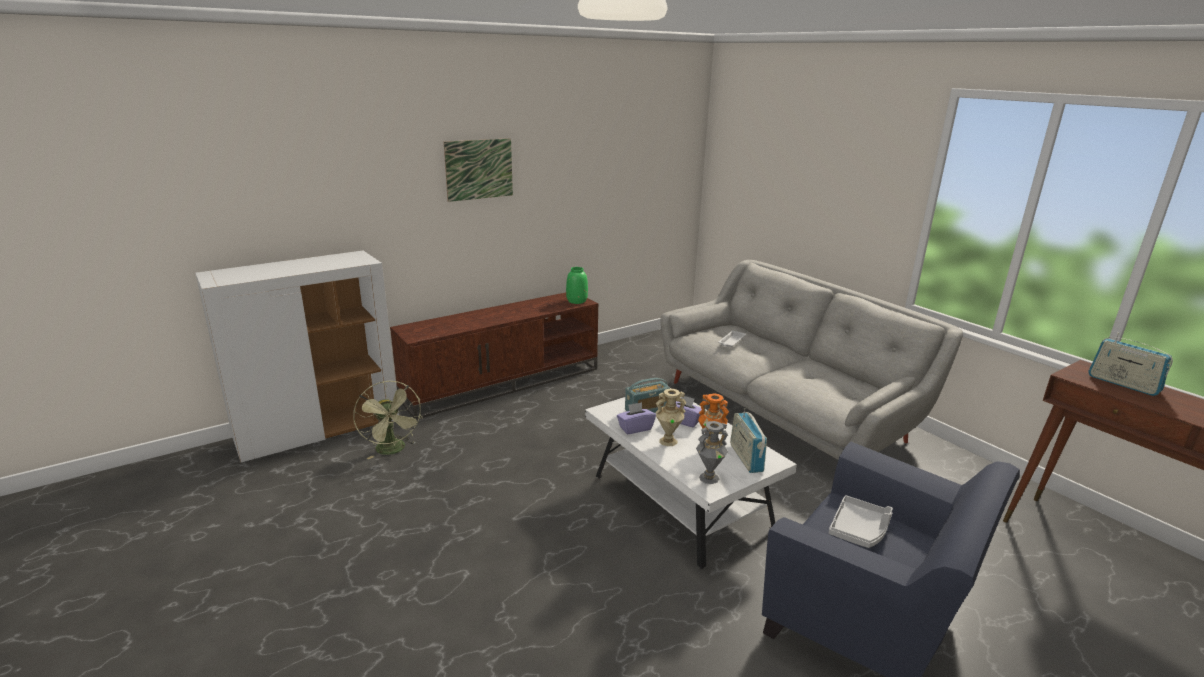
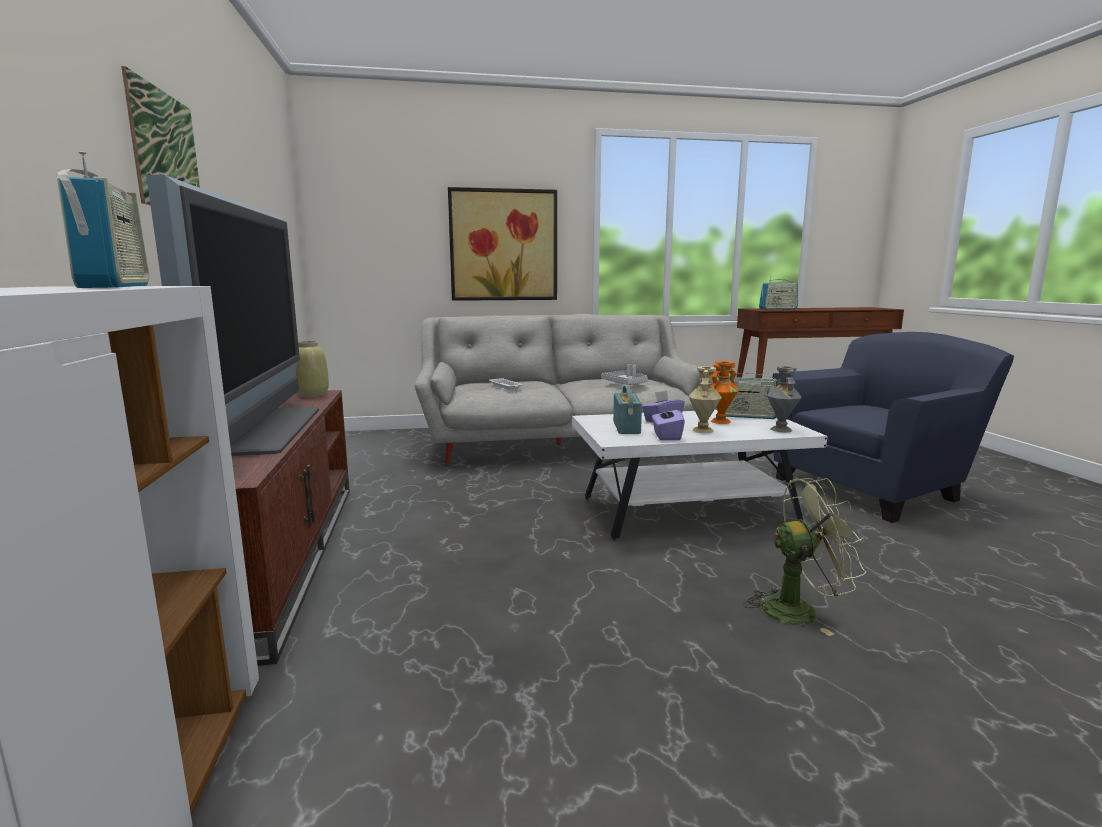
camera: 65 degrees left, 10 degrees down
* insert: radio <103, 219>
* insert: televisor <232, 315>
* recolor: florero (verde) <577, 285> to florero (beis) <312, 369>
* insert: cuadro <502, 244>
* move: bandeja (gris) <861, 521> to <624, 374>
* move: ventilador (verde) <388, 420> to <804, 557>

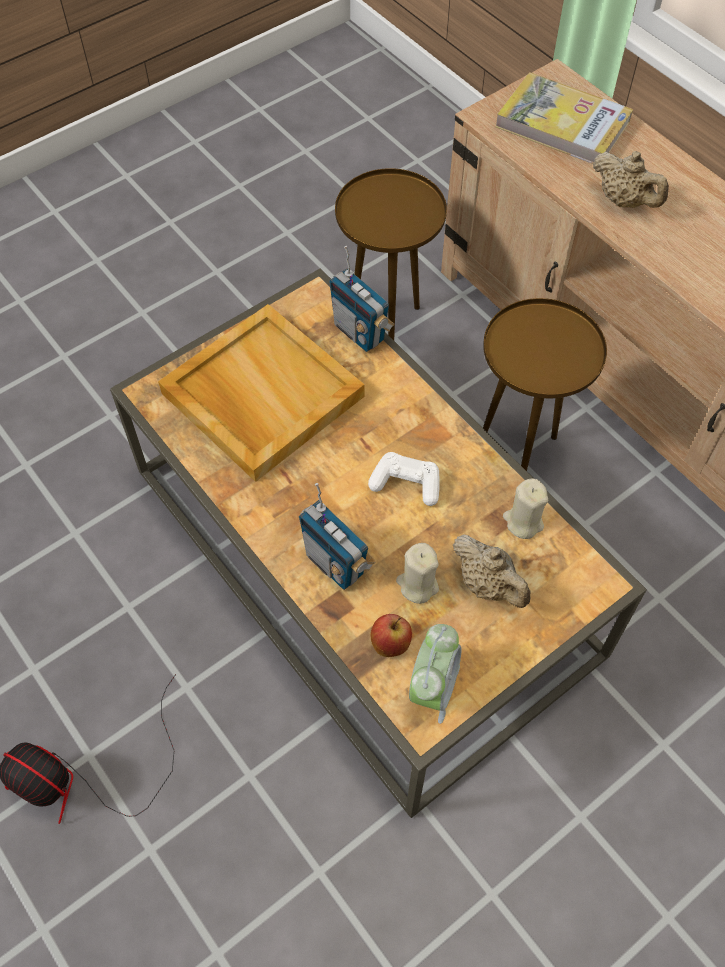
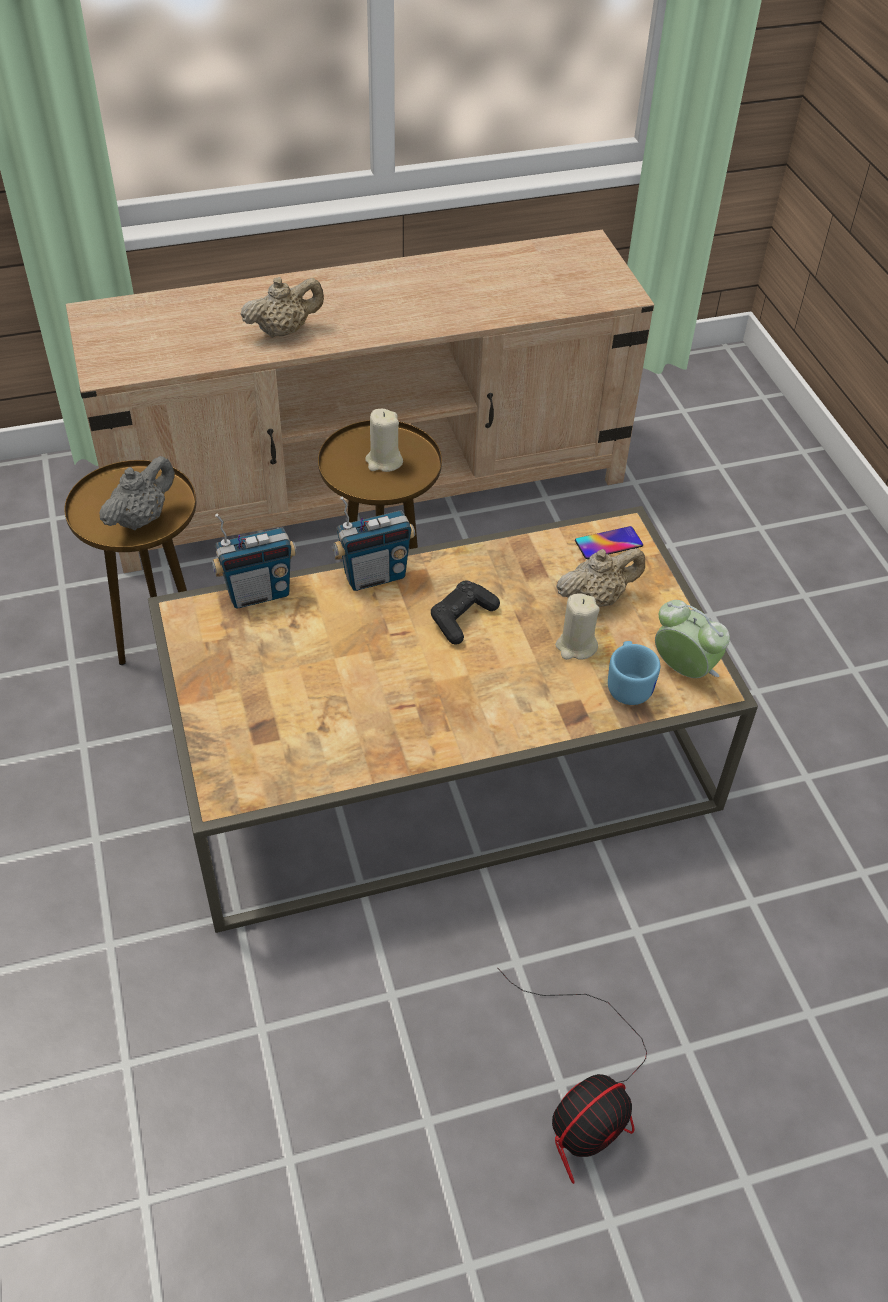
camera: 70 degrees left, 10 degrees down
* insert: tetera (gris) <137, 493>
* move: radio <337, 536> to <374, 544>
* move: vela (beis) <525, 508> to <384, 440>
* recolor: mando de consola (blanco) <404, 479> to mando de consola (negro) <465, 612>
* insert: móvil <609, 542>
* replace: manzana <391, 635> to taza grande (azul) <634, 673>
* delete: bandeja (beis) <261, 393>
* delete: libro <564, 118>

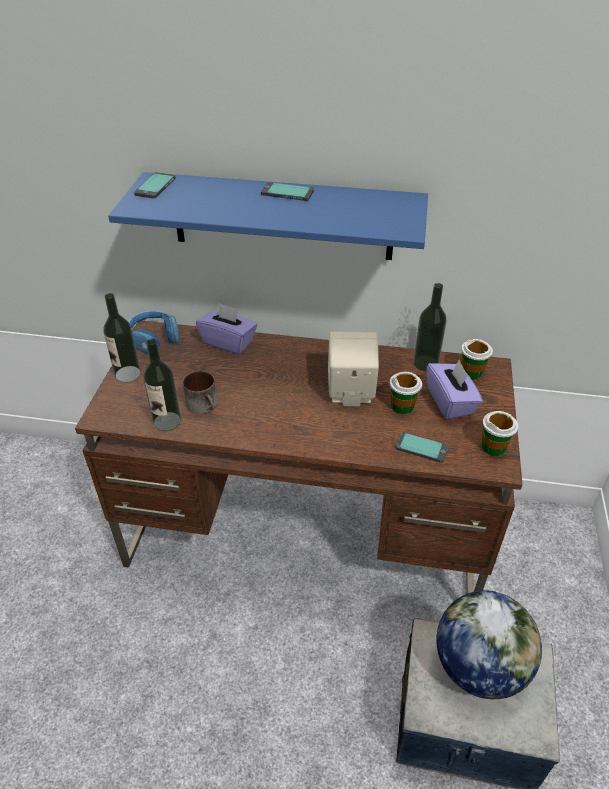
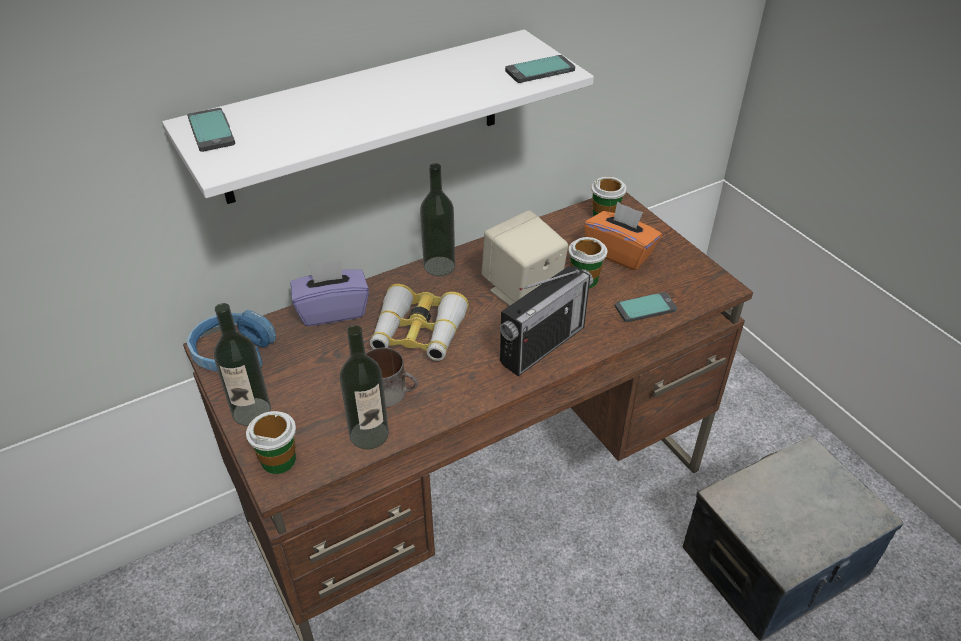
camera: 40 degrees left, 0 degrees up
* recolor: estante (azul) <268, 216> to estante (blanco) <378, 117>
* move: taza <499, 433> to <271, 442>
* insert: prismáticos <419, 322>
* move: botella <430, 327> to <437, 219>
* insert: radio <546, 321>
* move: móvil <287, 191> to <540, 69>
* recolor: caja de pañuelos (morado) <455, 390> to caja de pañuelos (naranja) <623, 235>
* delete: globo terráqueo <489, 644>

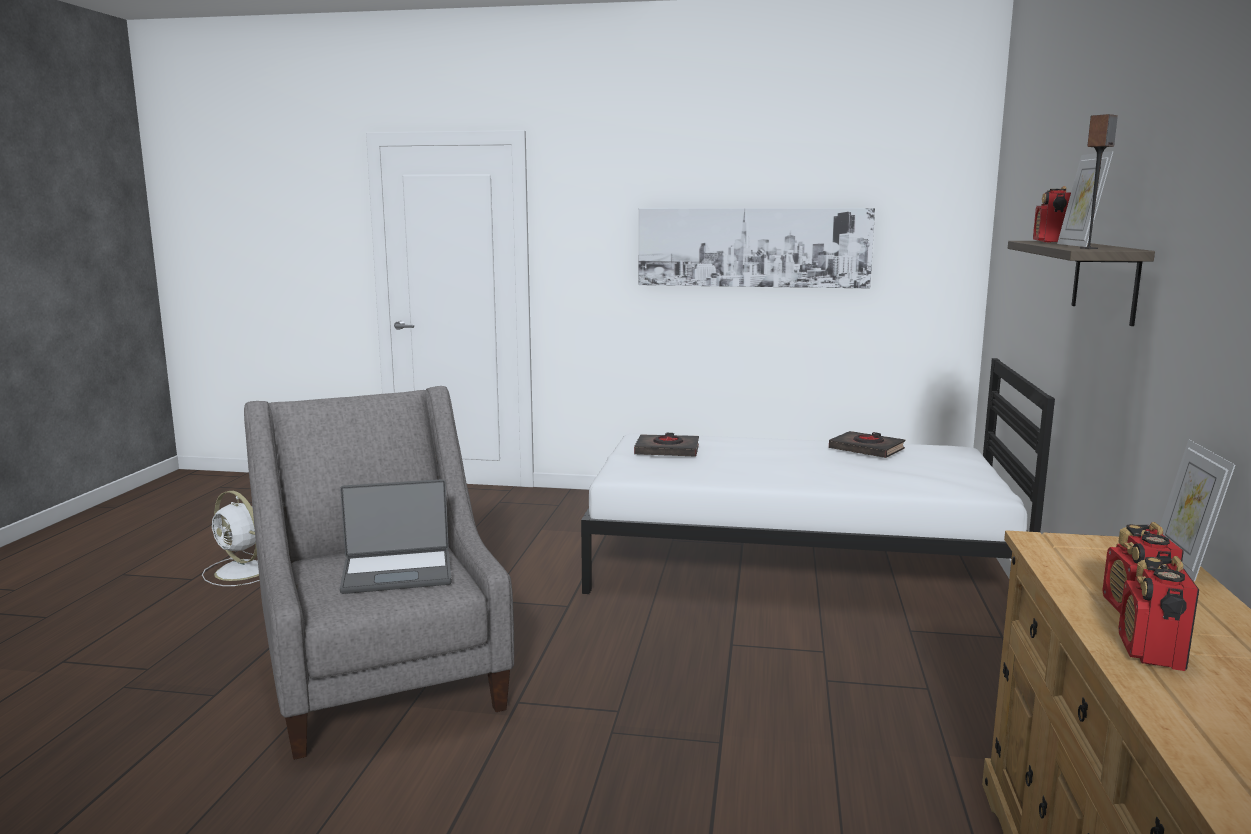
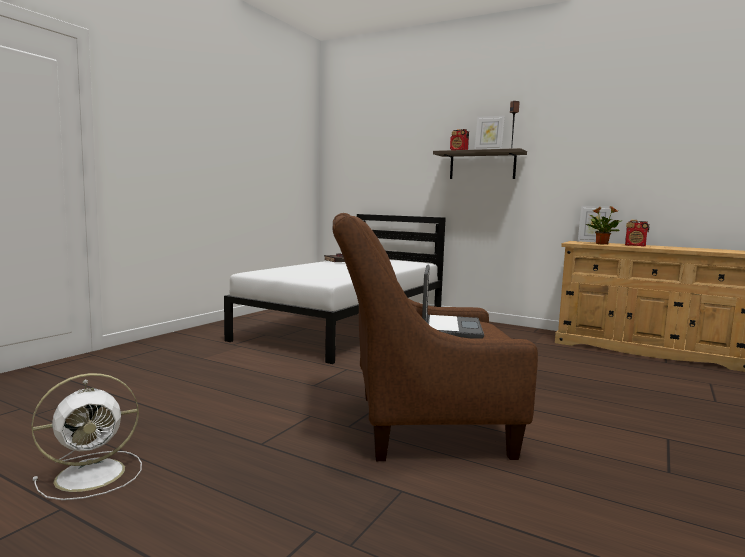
camera: 70 degrees left, 5 degrees down
* recolor: sillón (gris) <379, 573> to sillón (marrón) <435, 337>
* insert: planta en maceta <603, 225>
* delete: libro (negro) <666, 445>
* delete: cuadro <757, 248>
* delete: radio <1159, 613>

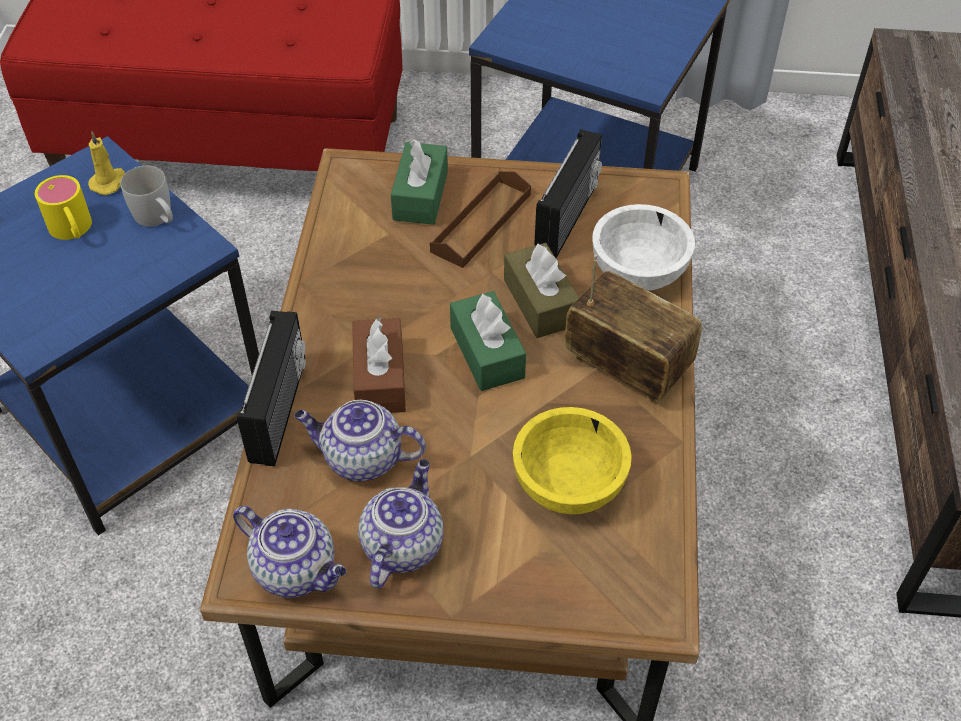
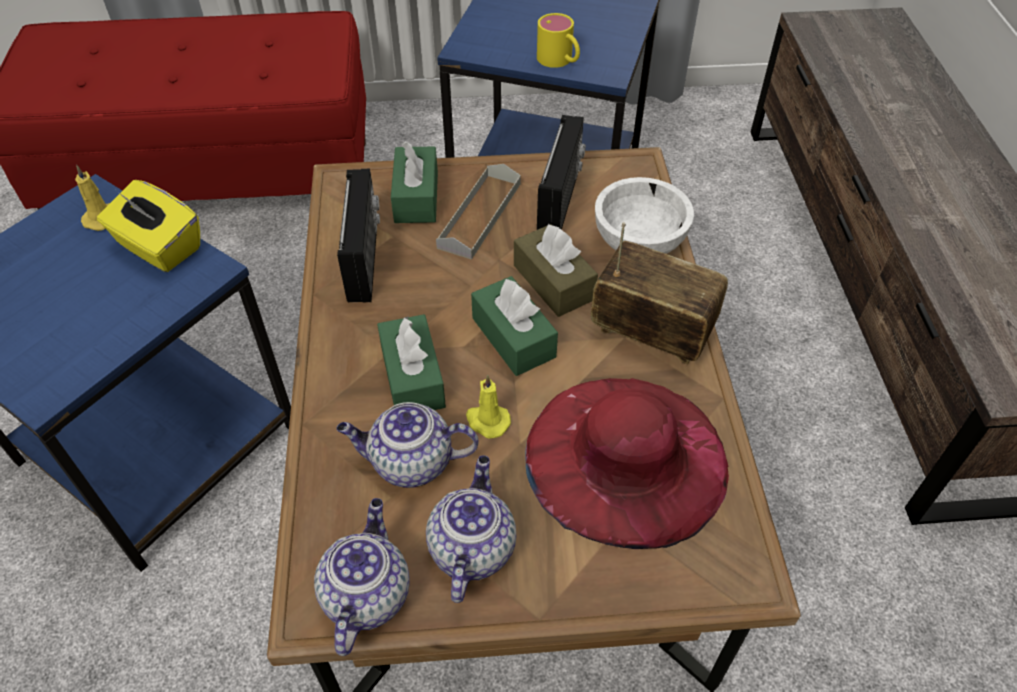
camera: 10 degrees left, 0 degrees up
* replace: taza grande (blanco) <146, 196> to caja de pañuelos (amarillo) <148, 226>
* rotate: tetera <290, 552> = <362, 577> 105 degrees counterclockwise
* move: radio <271, 388> to <358, 235>
* recolor: caja de pañuelos (marrón) <379, 365> to caja de pañuelos (verde) <411, 362>
* recolor: bandeja (marrón) <480, 219> to bandeja (gris) <478, 212>
* insert: vela (amarillo) <488, 406>
* replace: cuenco (amarillo) <572, 460> to sombrero (rojo) <627, 463>
* move: taza grande (amarillo) <63, 207> to <558, 40>

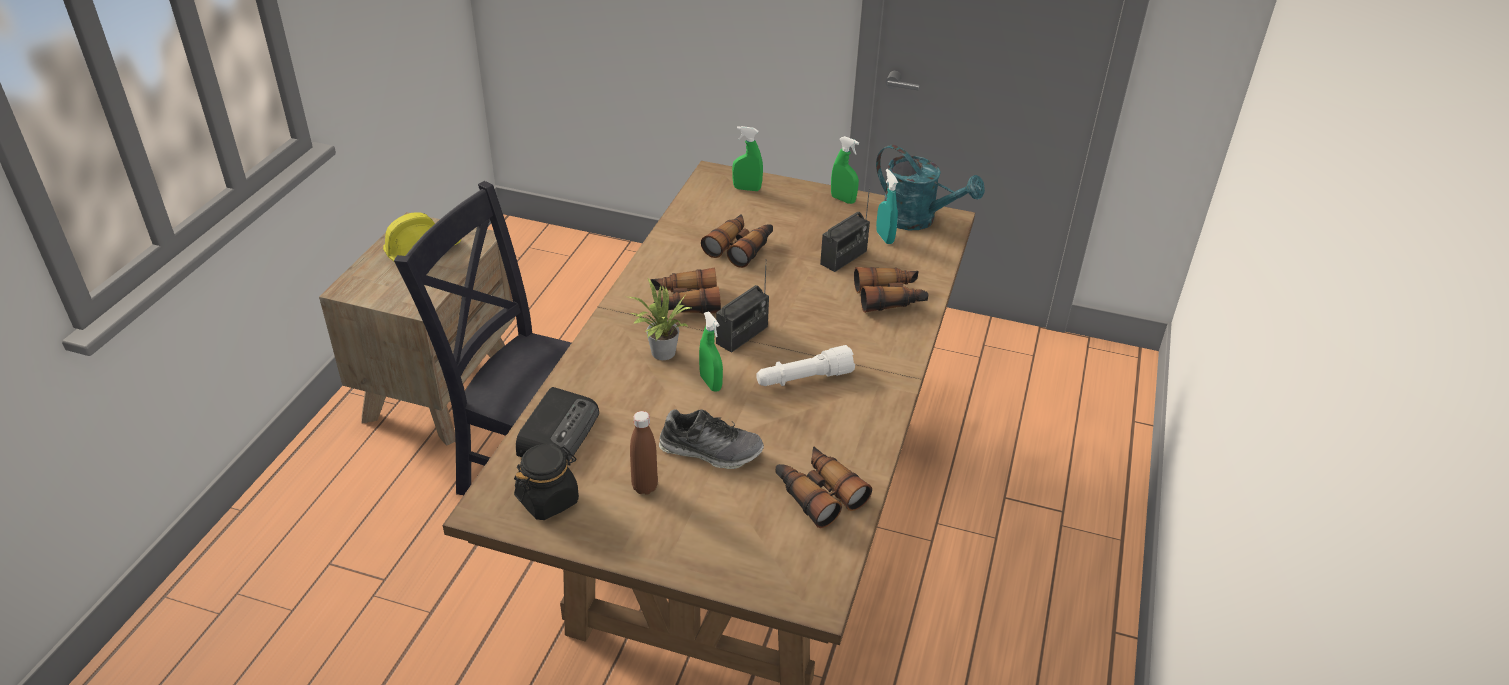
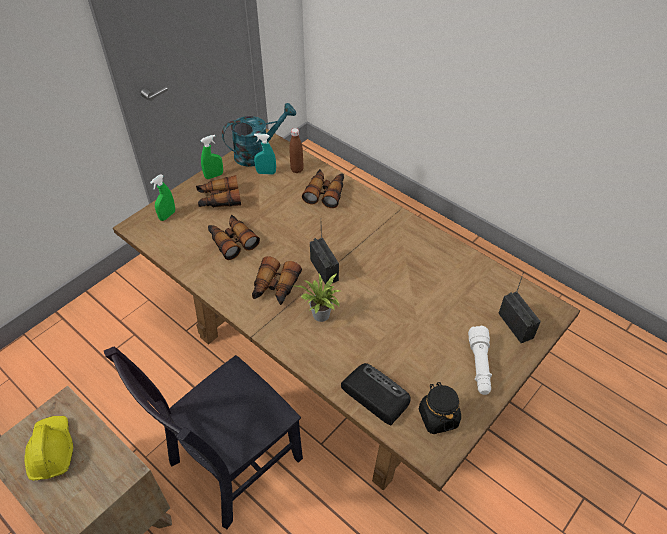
camera: 65 degrees left, 10 degrees up
* move: prismáticos <824, 487> to <218, 191>
* move: botella (marrón) <644, 453> to <296, 150>
* move: linterna (blanco) <805, 365> to <480, 360>
* move: radio <845, 229> to <519, 308>
* delete: zapato <711, 439>
* delete: pulverizador (verde) <711, 352>

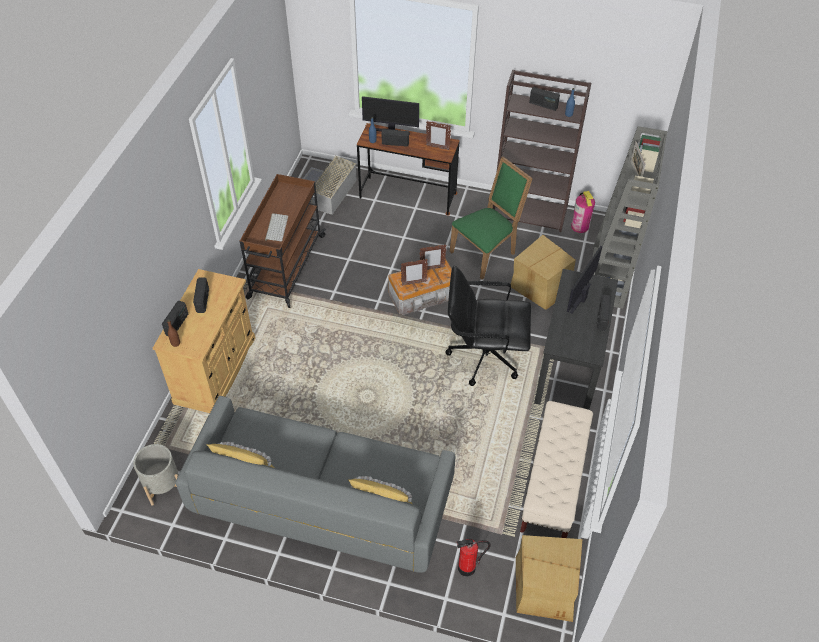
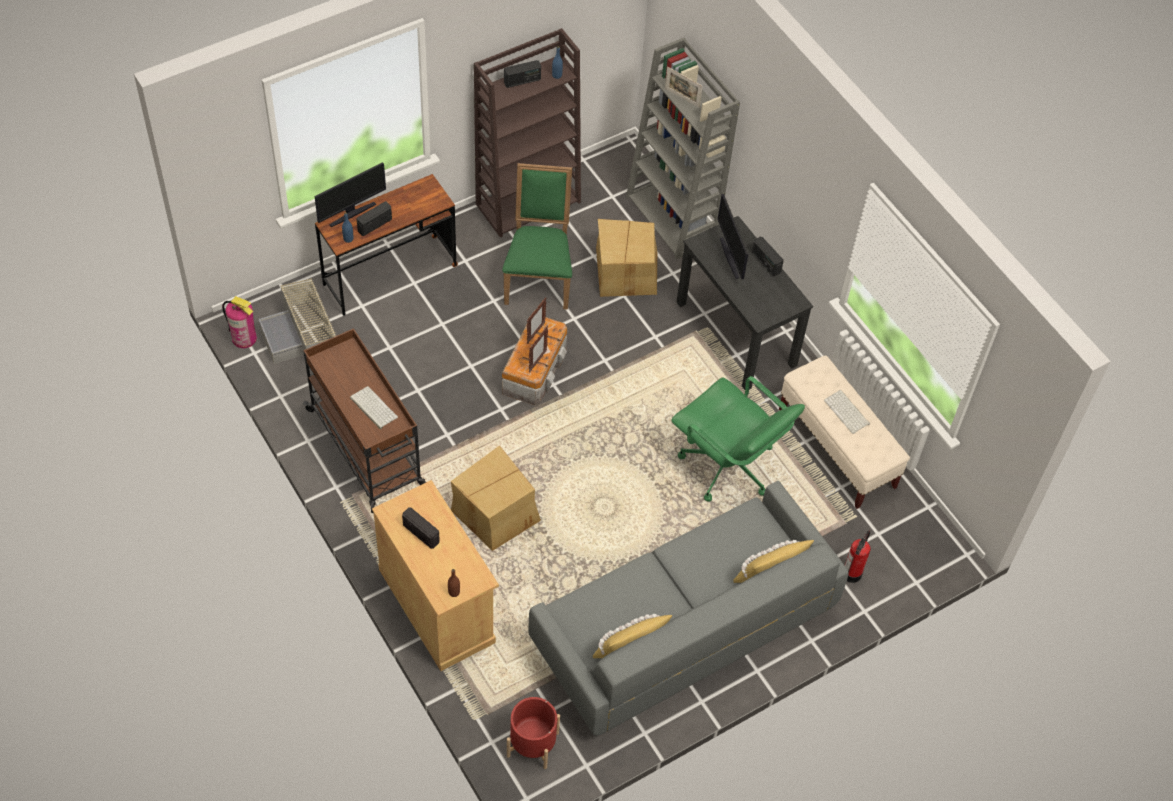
camera: 50 degrees left, 5 degrees up
* move: extintor <583, 212> to <239, 322>
* move: caja de cartón <549, 578> to <496, 498>
* recolor: maceta (gris) <155, 474> to maceta (rojo) <533, 733>
* insert: silla de oficina (verde) <738, 439>
* insert: teclado <847, 412>
* delete: radio <175, 318>
* delete: portarretratos <438, 135>
* delete: silla de oficina (negro) <488, 325>

